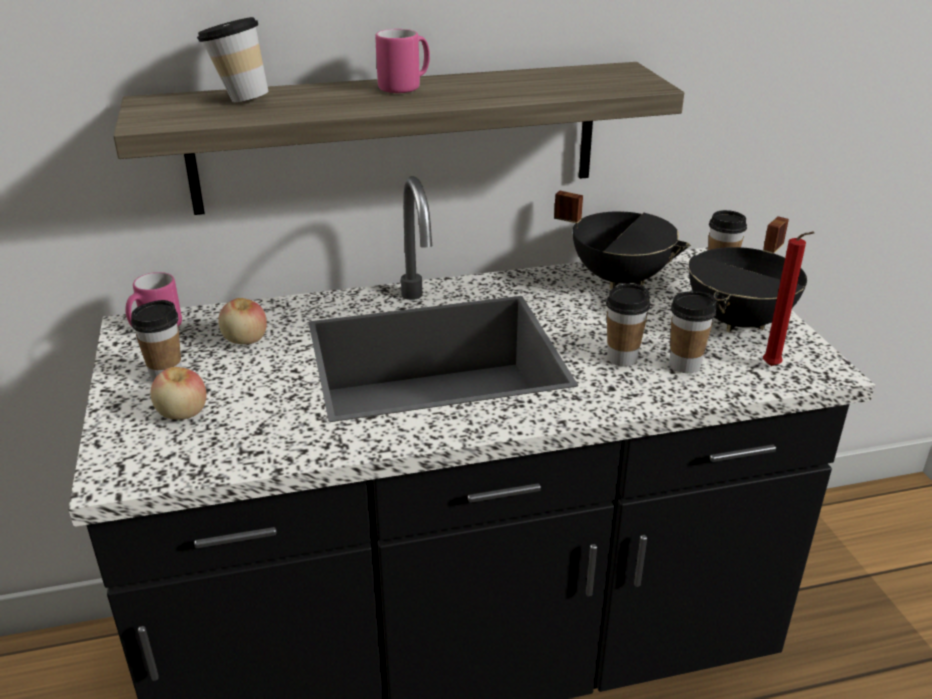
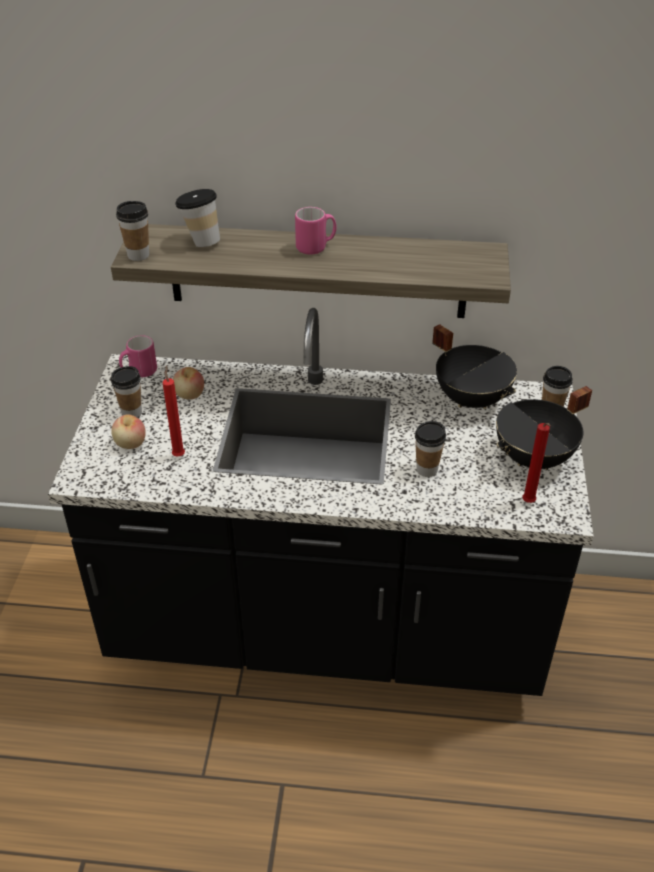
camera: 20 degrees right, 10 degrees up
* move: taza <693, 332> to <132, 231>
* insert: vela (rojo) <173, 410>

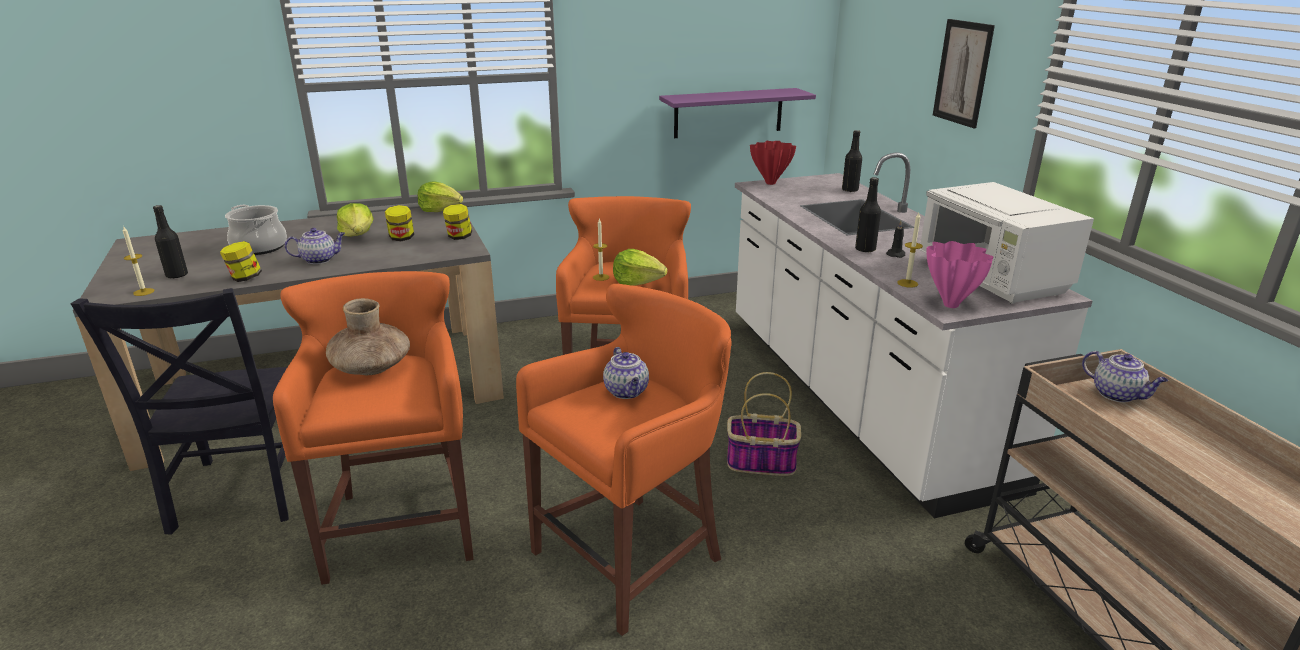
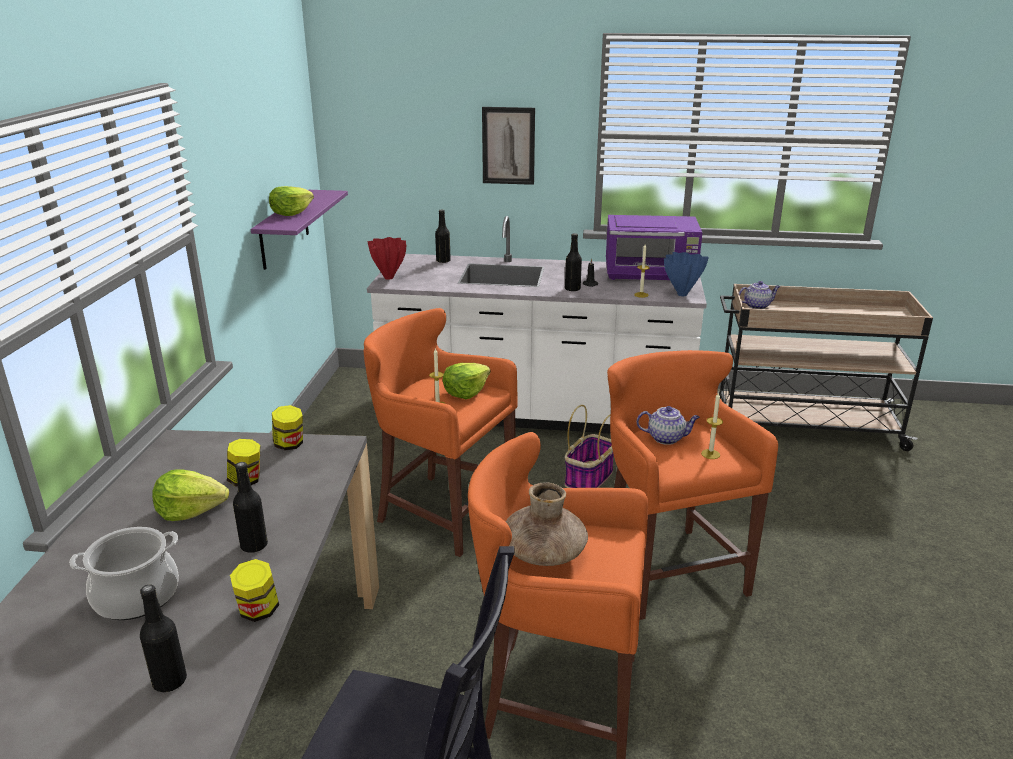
camera: 65 degrees left, 0 degrees up
* replace: tetera <315, 246> to botella (negro) <250, 507>
* move: lechuga <440, 197> to <291, 201>
* recolor: microondas (blanco) <1006, 243> to microondas (morado) <654, 247>
* recolor: florero (rosa) <960, 274> to florero (azul) <686, 274>
* move: vela <139, 261> to <712, 425>

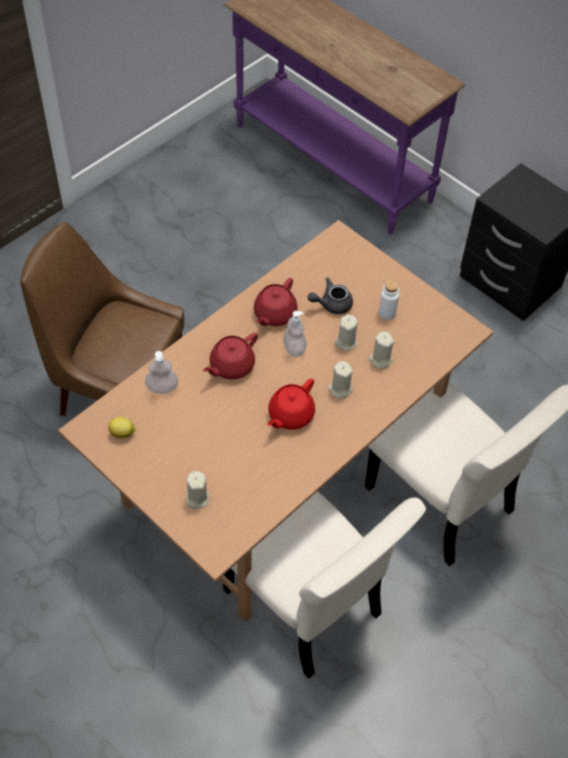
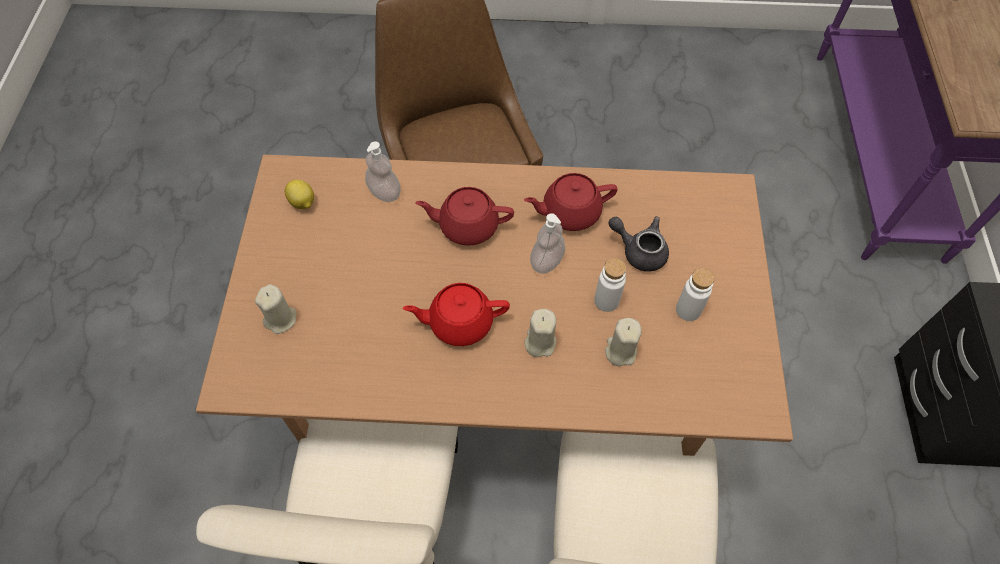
camera: 50 degrees right, 5 degrees up
* replace: vela (beis) <346, 332> to botella (blanco) <610, 285>

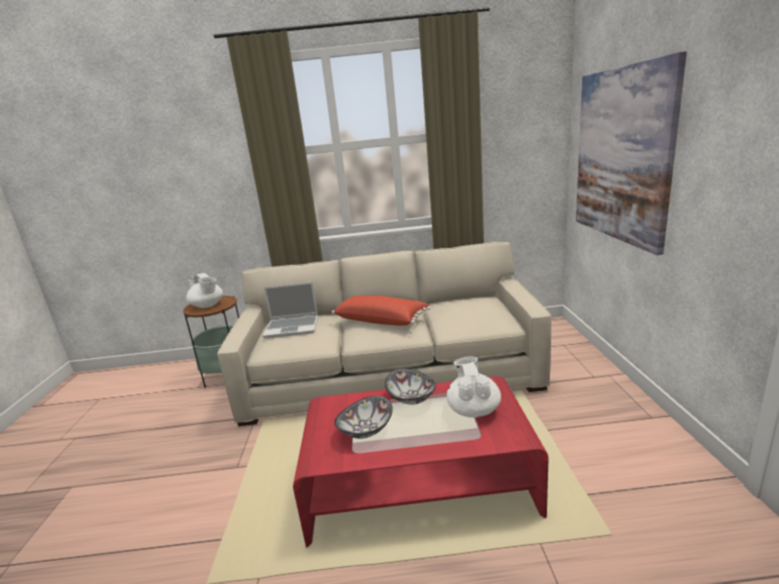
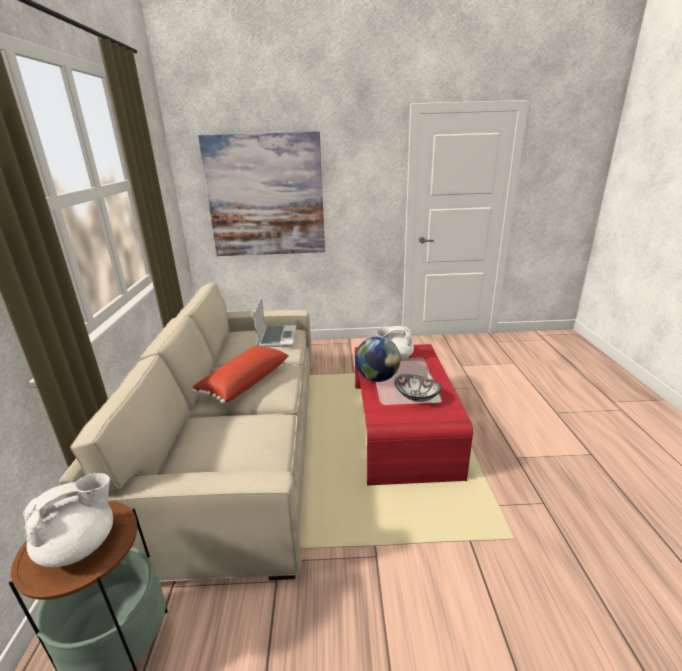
camera: 90 degrees left, 5 degrees up
* move: portátil <291, 310> to <274, 321>
* replace: cuenco <410, 387> to globo terráqueo <378, 359>

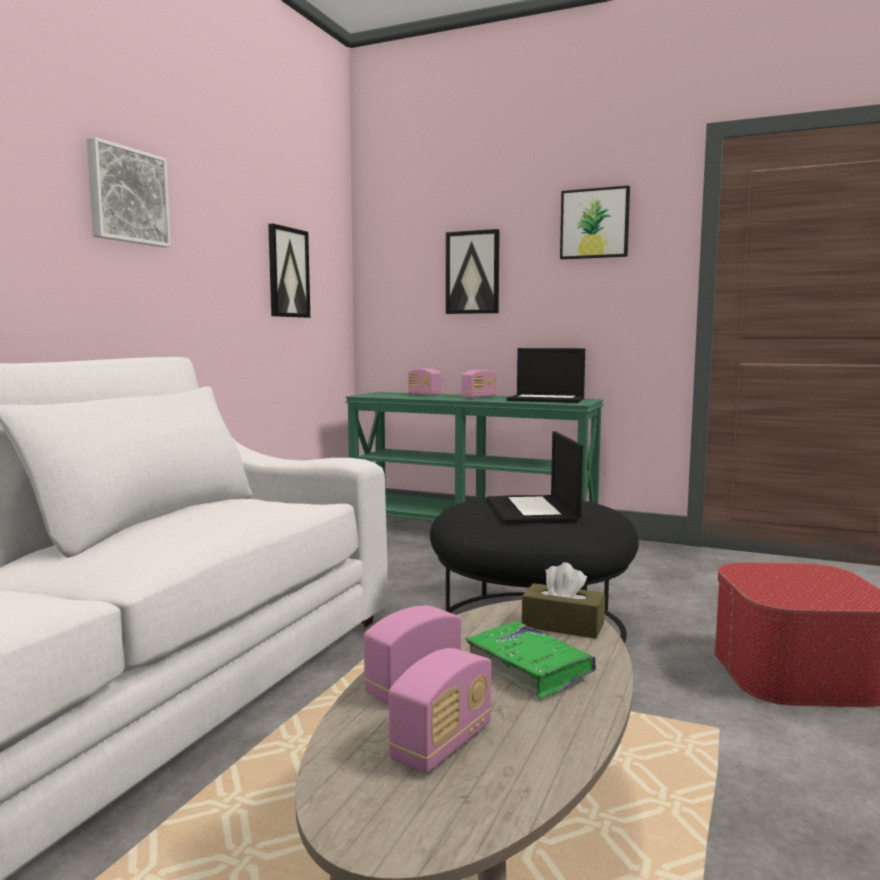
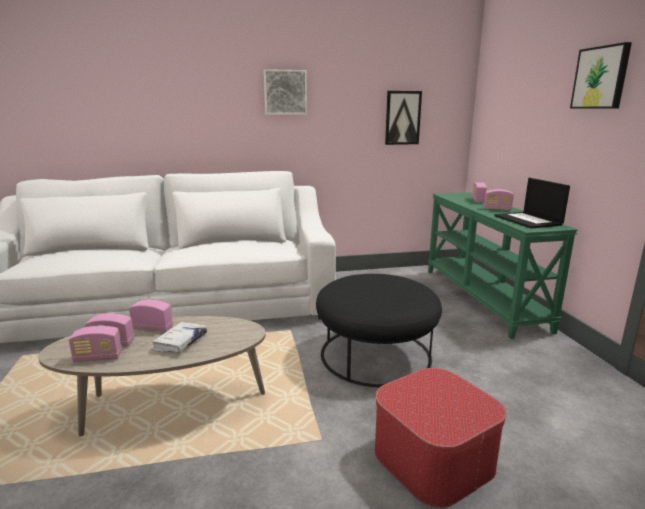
camera: 55 degrees right, 10 degrees up
* insert: radio <95, 344>
* recolor: libro (verde) <531, 659> to libro (blanco) <179, 337>
* delete: cuadro <473, 271>
* delete: portátil <535, 477>
* delete: caja de pañuelos (marrón) <563, 600>

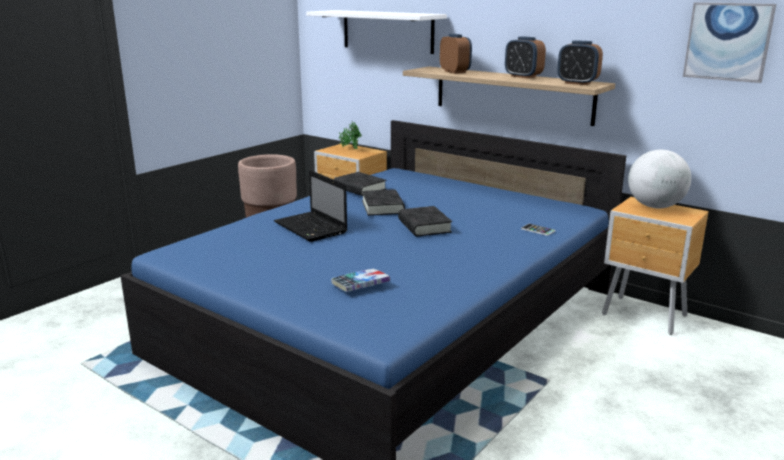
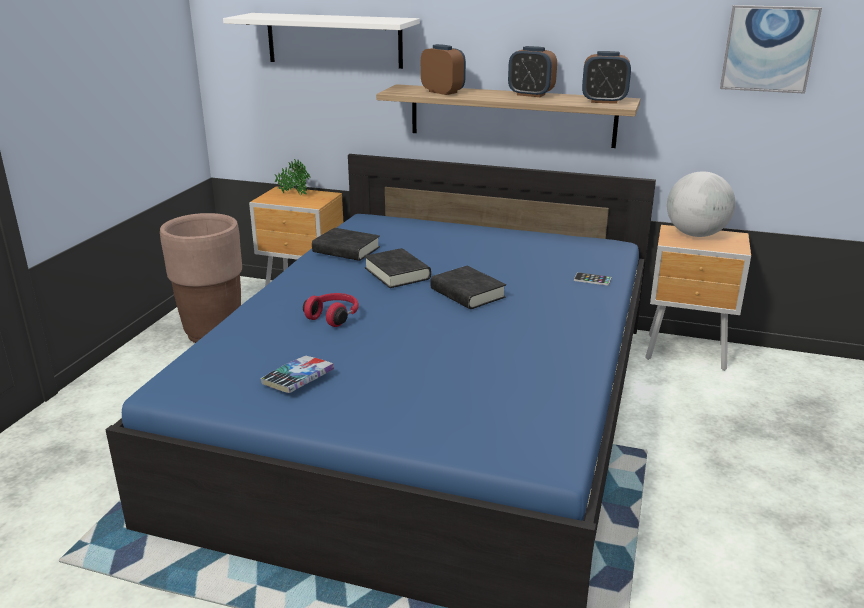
camera: 20 degrees left, 5 degrees up
* move: libro <360, 280> to <297, 374>
* replace: portátil <311, 206> to auriculares (rojo) <331, 310>

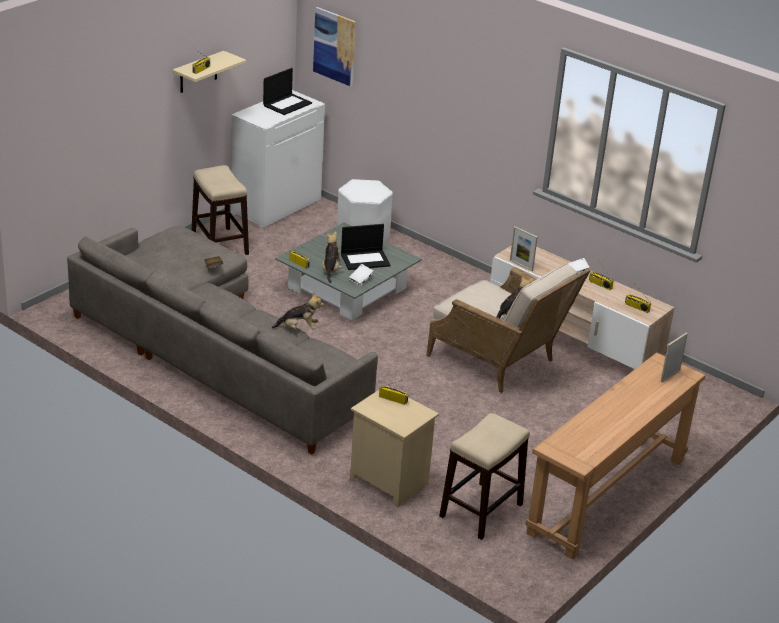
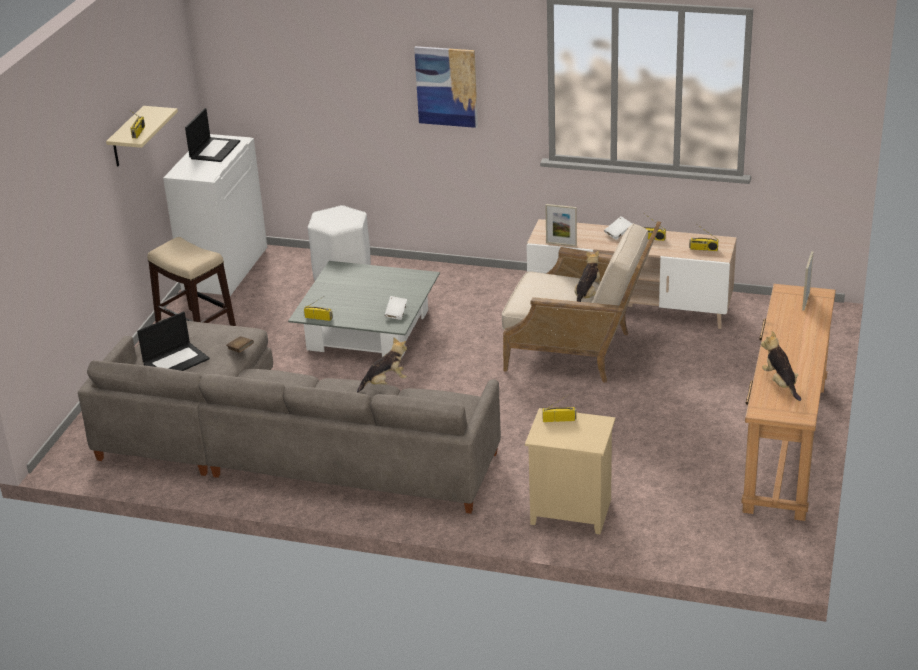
camera: 20 degrees left, 0 degrees up
* move: portátil <365, 247> to <173, 341>
* move: cuadro <334, 47> to <446, 87>
* move: peluche <332, 257> to <781, 366>
* delete: taburete <484, 476>

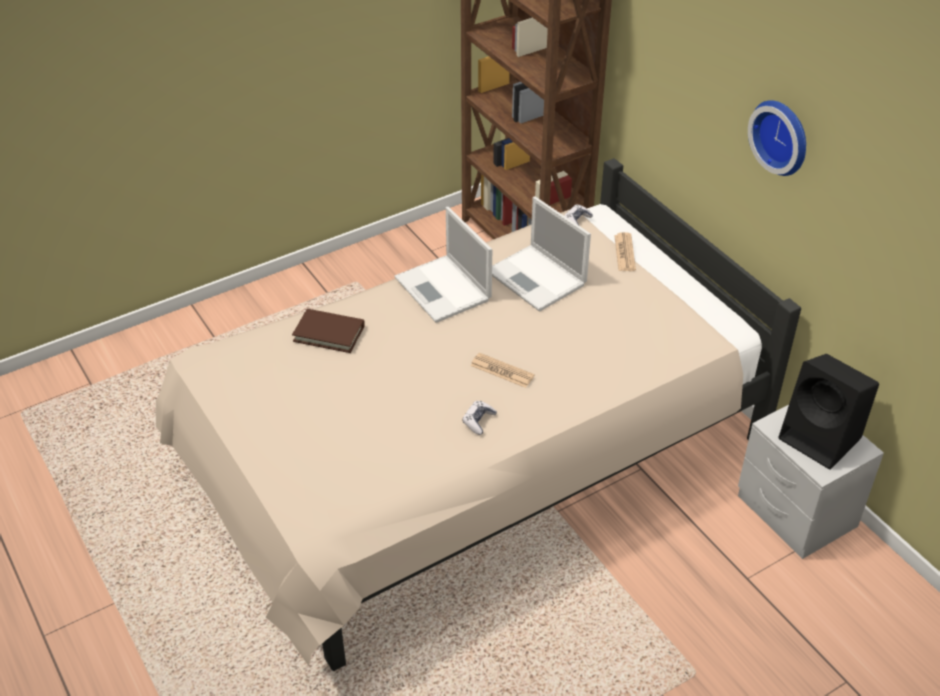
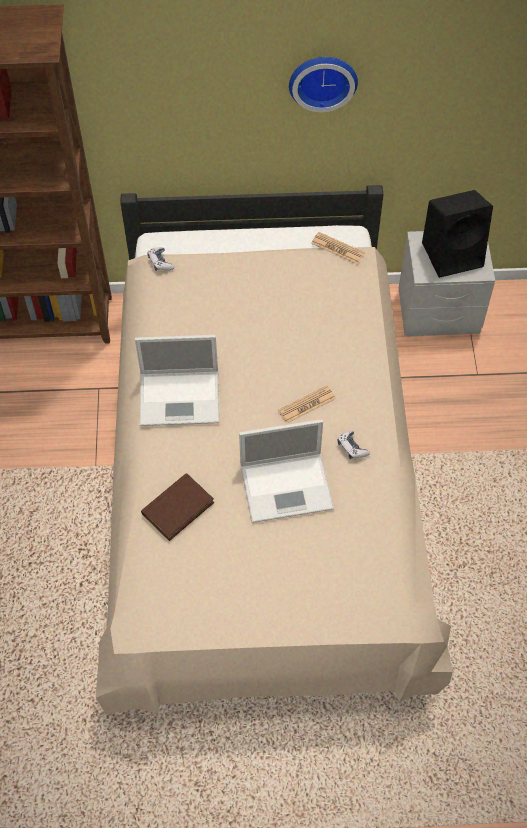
camera: 60 degrees left, 15 degrees up
* move: portátil <541, 254> to <286, 471>
* move: periódico <625, 251> to <338, 248>

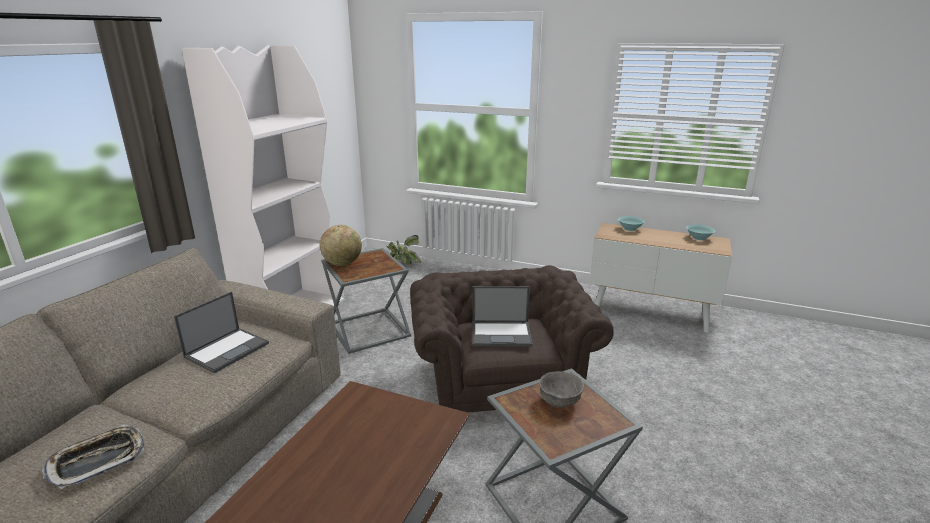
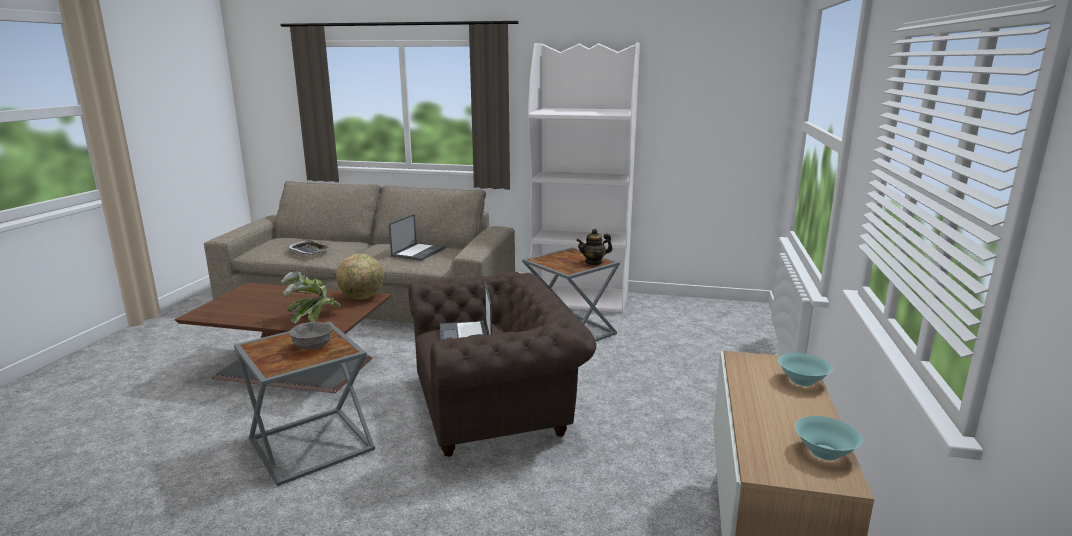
camera: 80 degrees right, 5 degrees down
* move: planta en maceta <403, 249> to <311, 297>
* move: globo terráqueo <341, 245> to <360, 276>
* rotate: portátil <221, 332> = <417, 237> 90 degrees counterclockwise
* insert: tetera <594, 247>

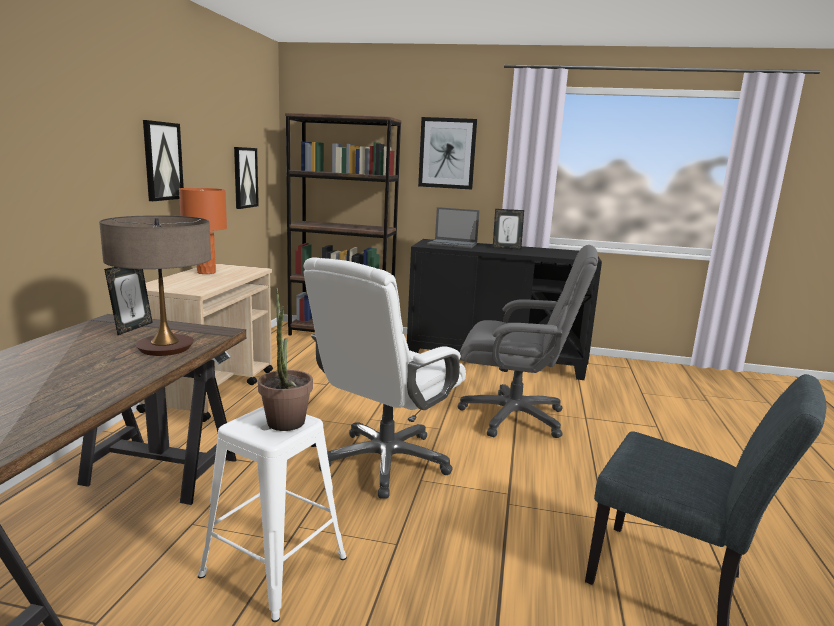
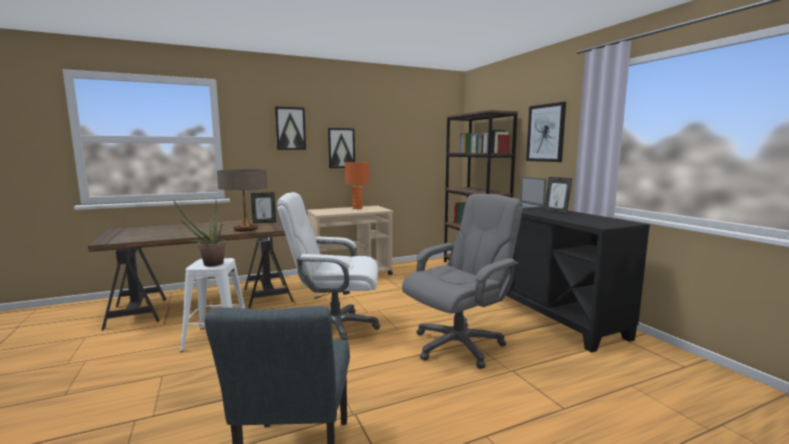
camera: 55 degrees right, 5 degrees down
* move: cuadro <246, 178> to <290, 128>
* rotate: silla de oficina (gris) <527, 341> = <462, 281> 105 degrees counterclockwise

